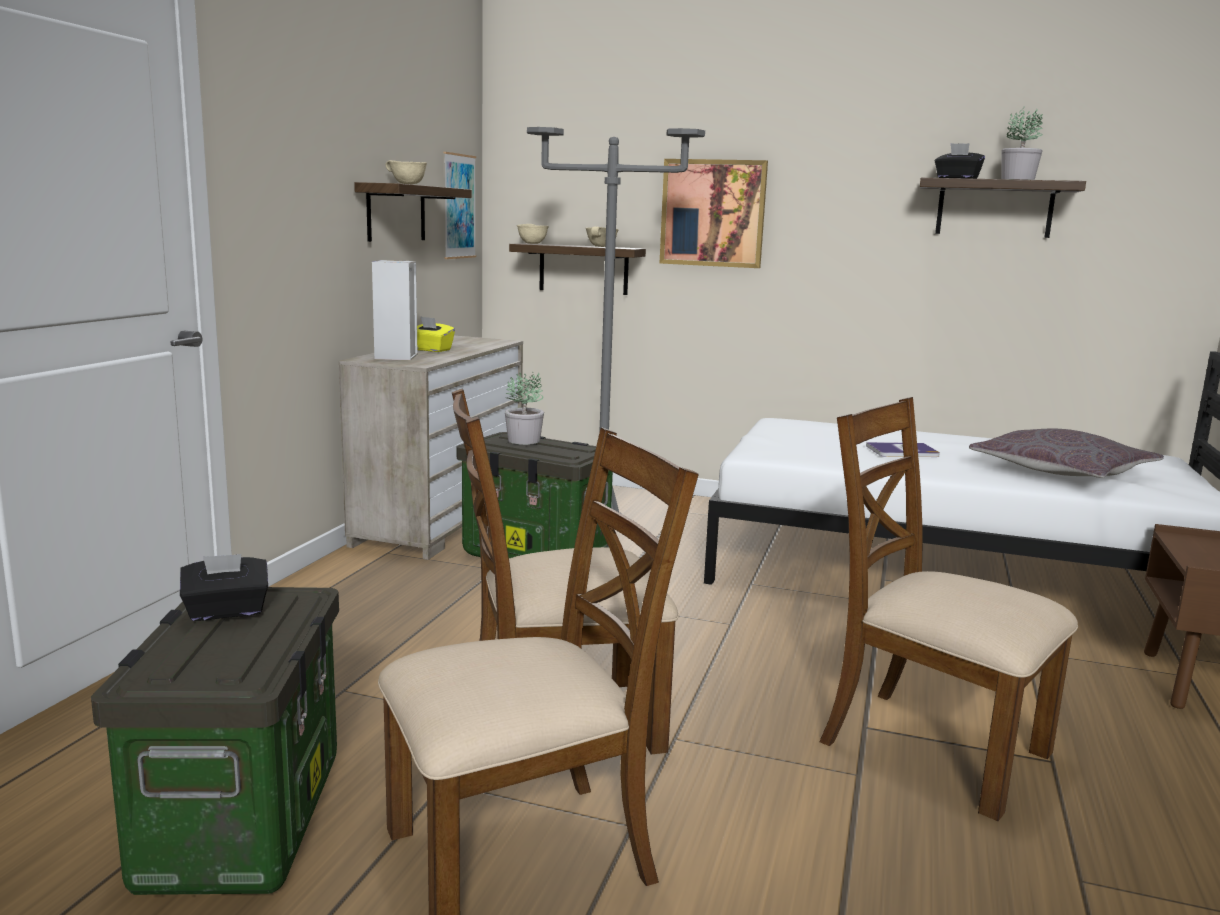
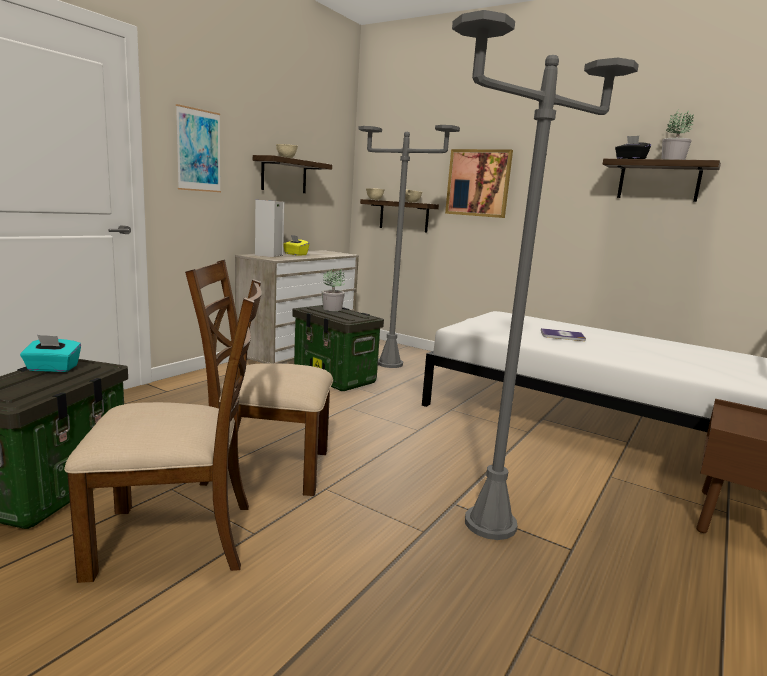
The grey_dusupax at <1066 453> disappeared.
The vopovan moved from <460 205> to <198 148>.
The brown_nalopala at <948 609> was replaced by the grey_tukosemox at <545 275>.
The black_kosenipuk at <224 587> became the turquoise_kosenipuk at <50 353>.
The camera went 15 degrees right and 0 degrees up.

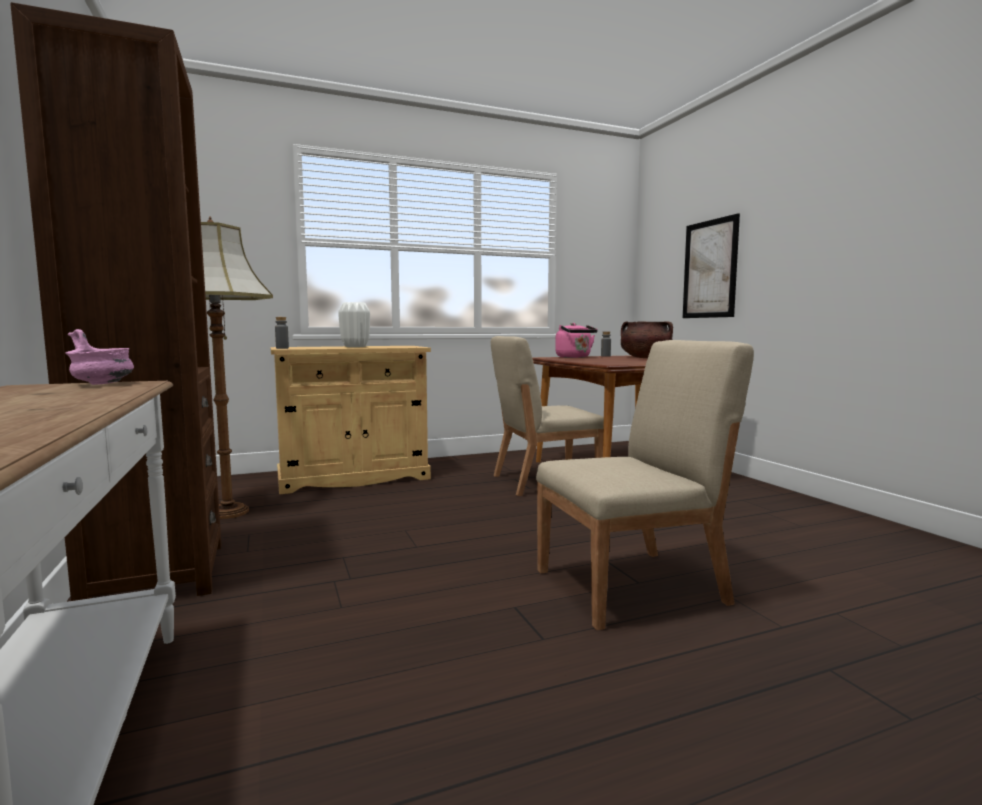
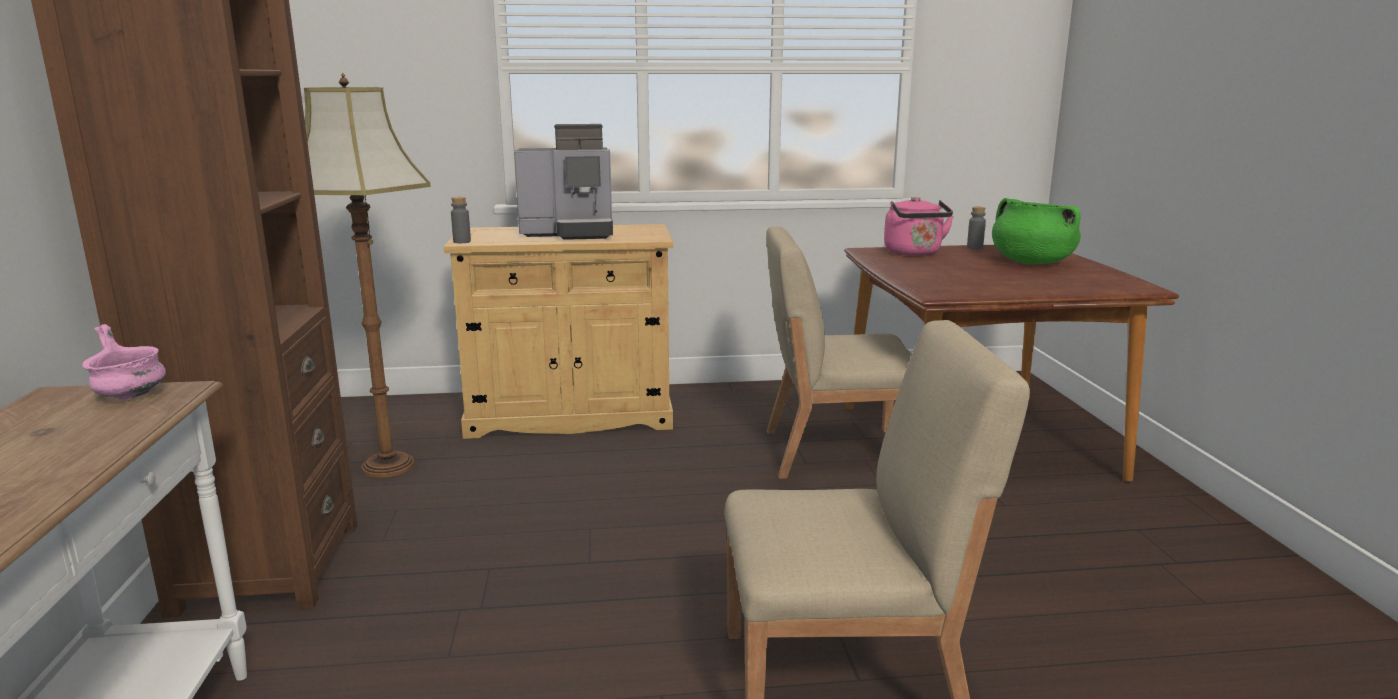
The vopovan at <711 265> disappeared.
The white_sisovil at <354 324> was replaced by the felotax at <563 182>.
The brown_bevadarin at <647 339> became the green_bevadarin at <1036 231>.
The camera went 15 degrees right and 10 degrees up.

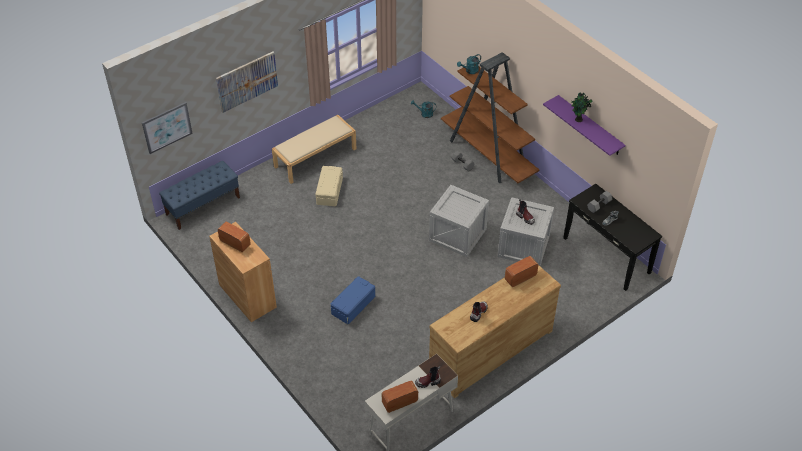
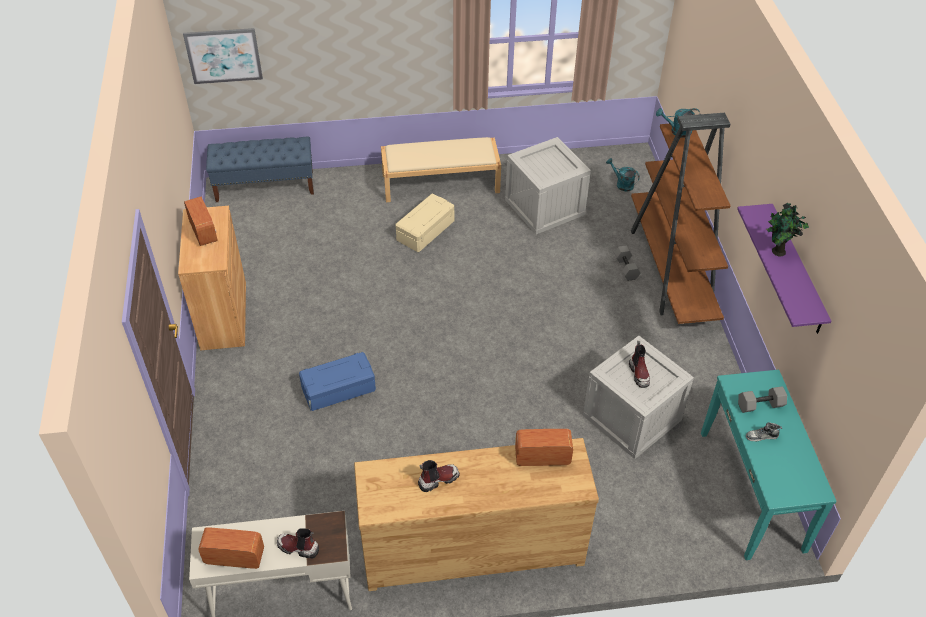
The vopovan at <247 82> disappeared.
The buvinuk moved from <459 221> to <548 185>.
The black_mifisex at <612 237> became the turquoise_mifisex at <769 465>.
The camera went 30 degrees right and 0 degrees up.

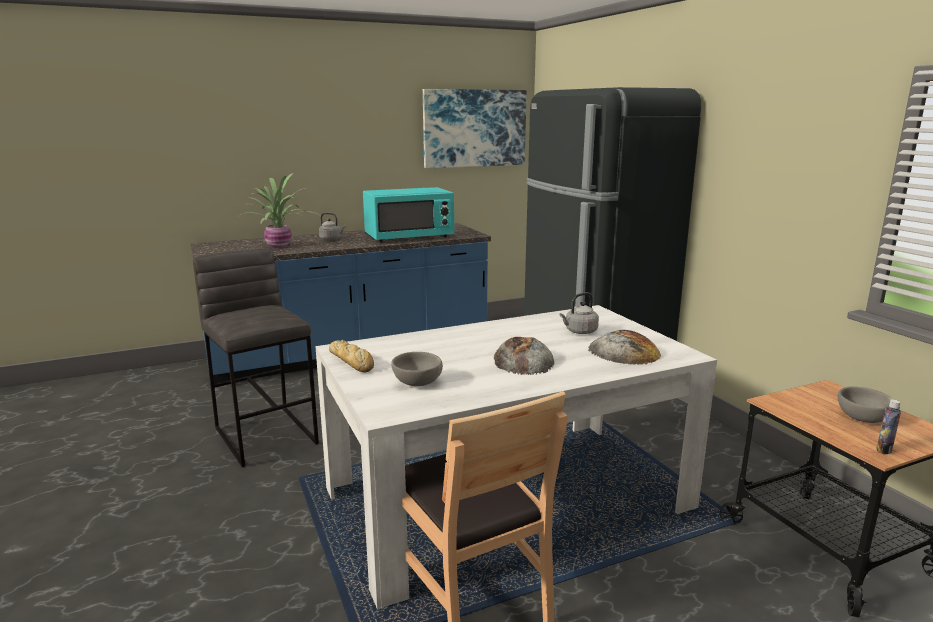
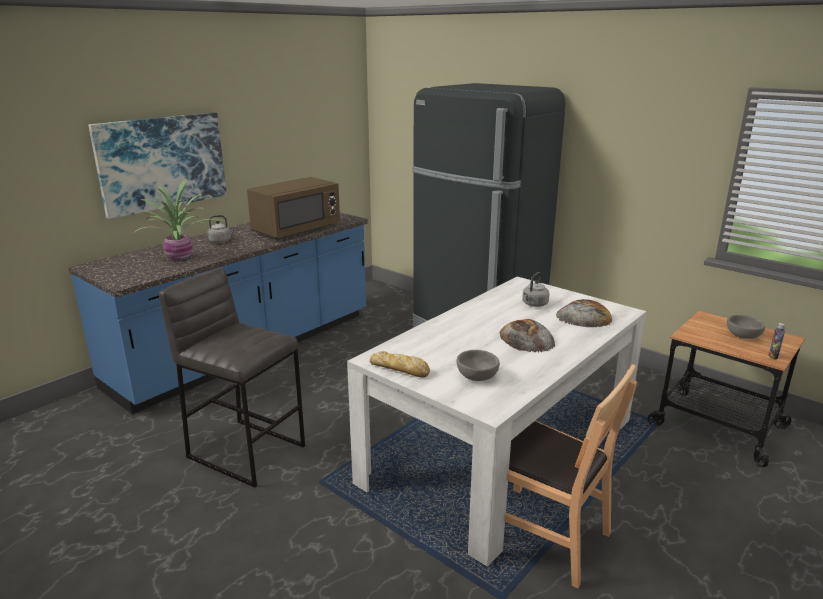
The vopovan moved from <475 128> to <157 165>.
The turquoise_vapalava at <408 214> became the brown_vapalava at <293 208>.
The camera went 25 degrees left and 5 degrees up.

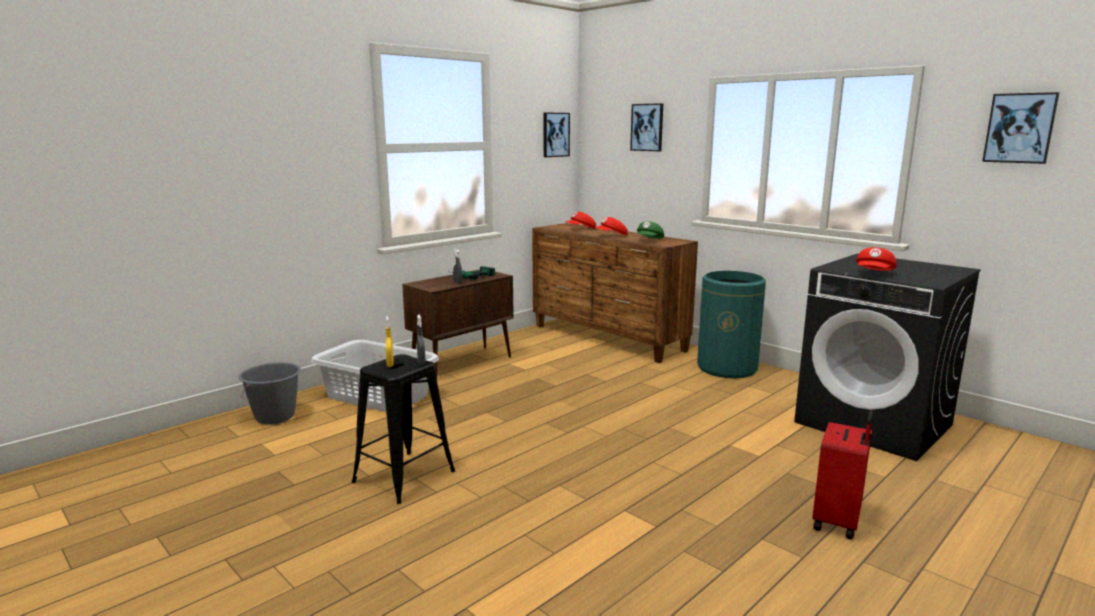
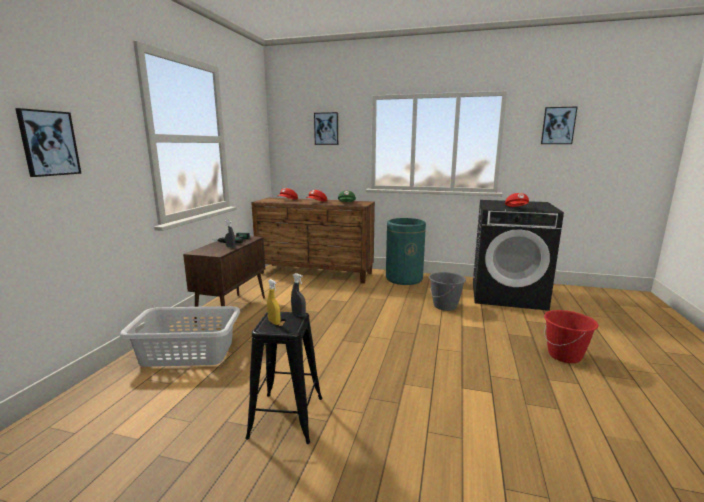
The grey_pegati moved from <269 393> to <447 291>.
The vopovan moved from <557 134> to <48 142>.
The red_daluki at <842 475> was replaced by the red_pegati at <571 336>.
The camera went 30 degrees left and 0 degrees up.

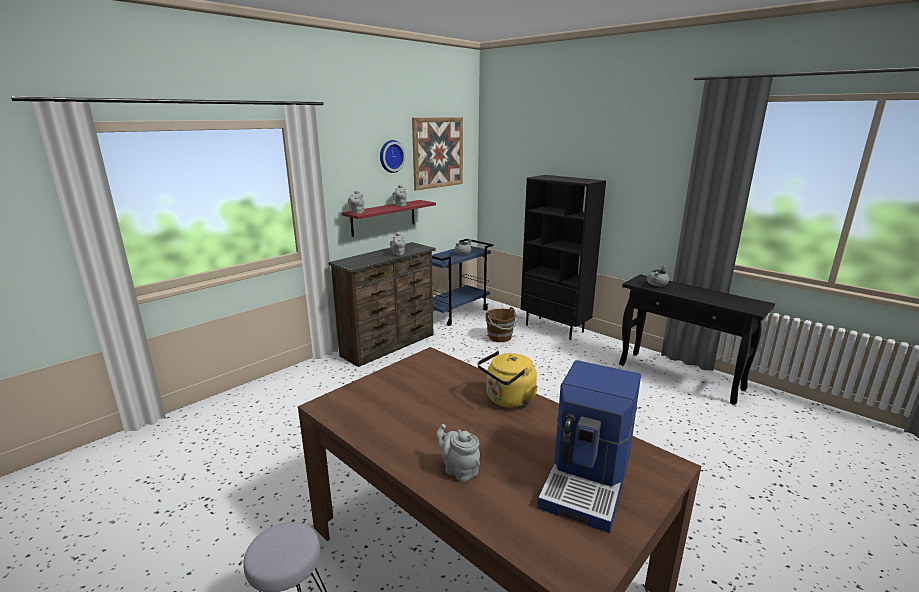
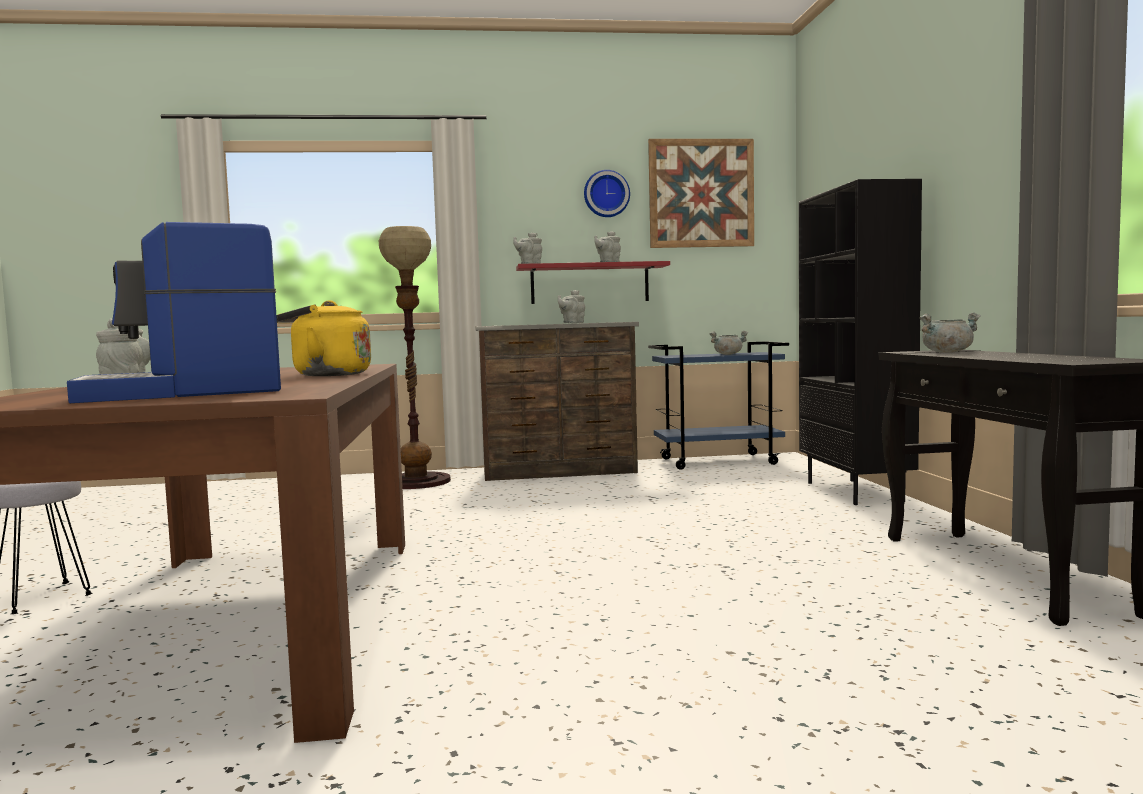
The brown_pegati at <501 324> disappeared.
The tukosemox at <415 357> appeared.
The camera went 40 degrees right and 15 degrees down.

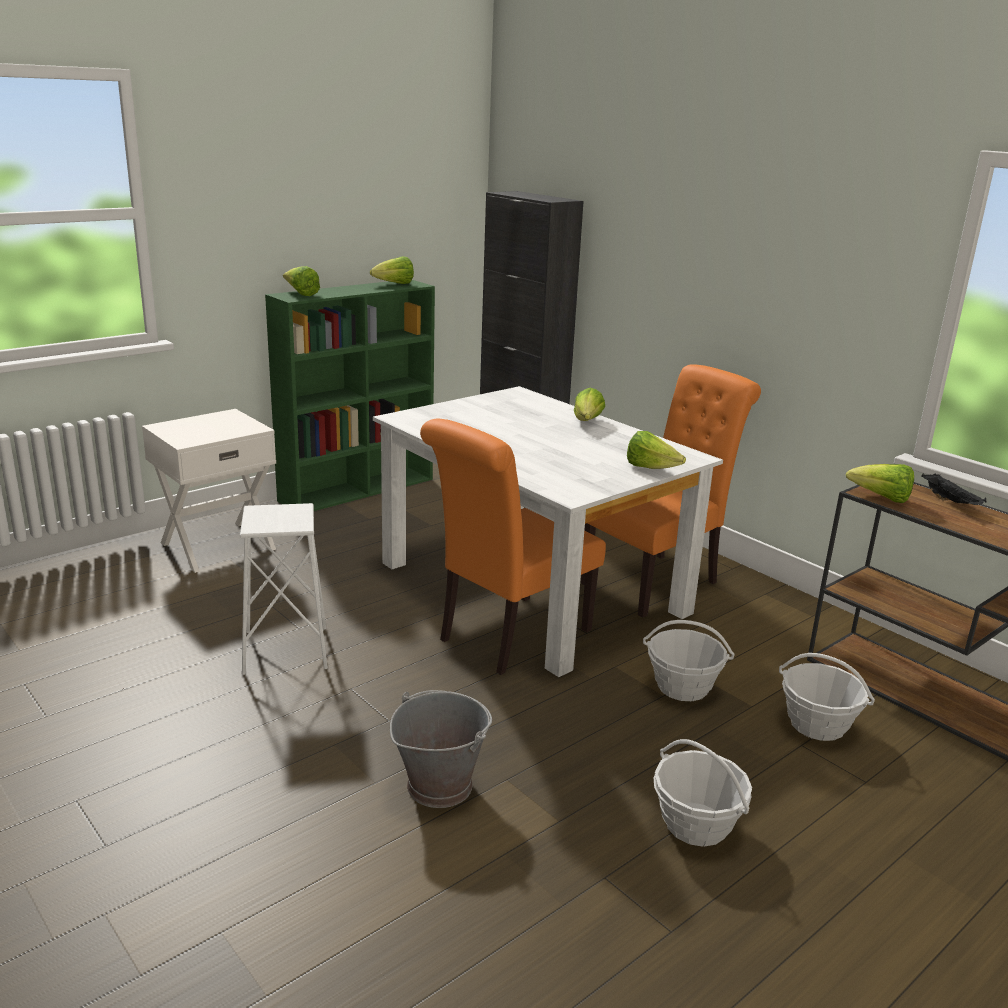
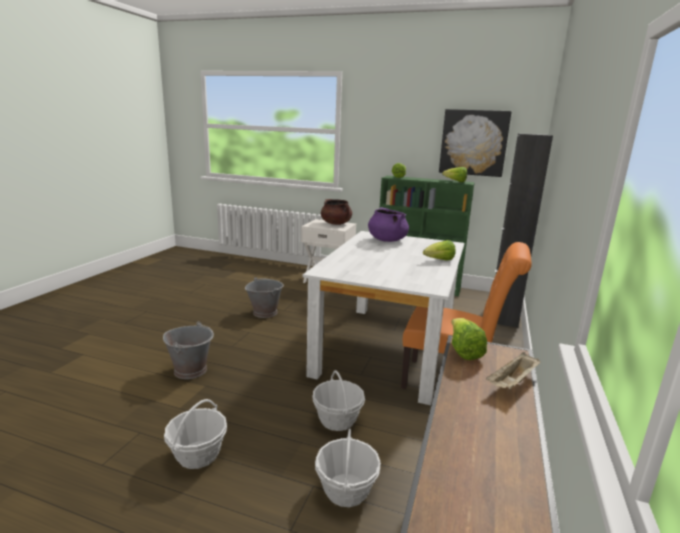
The orange_nalopala at <513 547> disappeared.
The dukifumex at <656 450> disappeared.
The brown_bevadarin at <336 212> appeared.
The purple_bevadarin at <388 224> appeared.
The vopovan at <475 143> appeared.
The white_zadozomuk at <284 589> was replaced by the grey_pegati at <264 297>.
The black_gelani at <953 489> became the beige_gelani at <513 370>.
The camera went 60 degrees right and 5 degrees down.

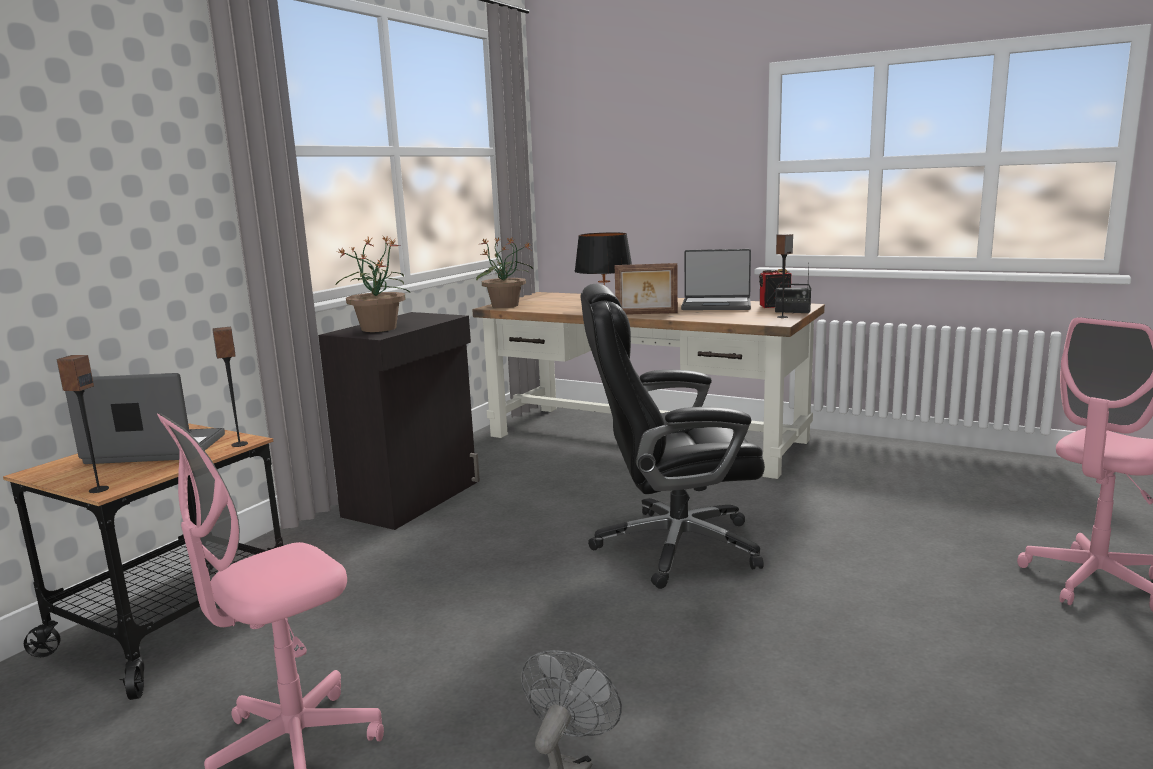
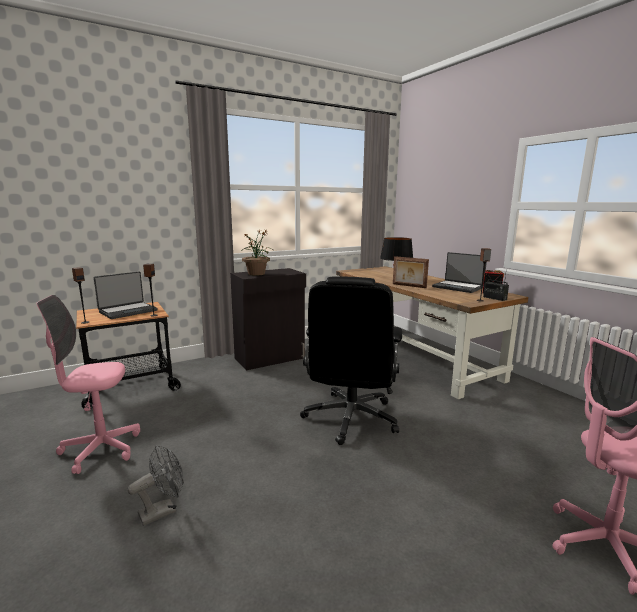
The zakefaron at <504 273> disappeared.
The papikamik at <145 418> turned 105 degrees clockwise.
The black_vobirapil at <673 436> turned 105 degrees counterclockwise.
The camera went 30 degrees right and 0 degrees up.

